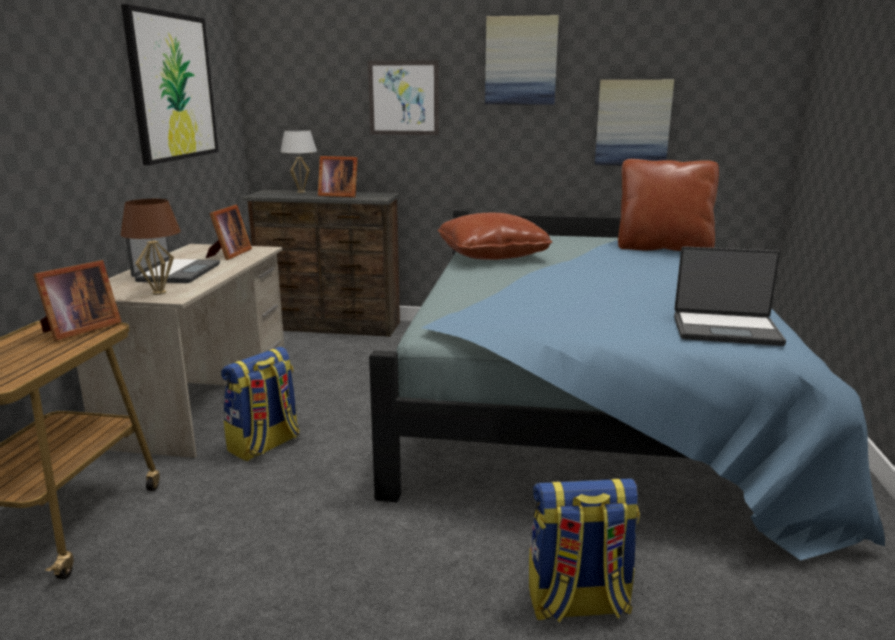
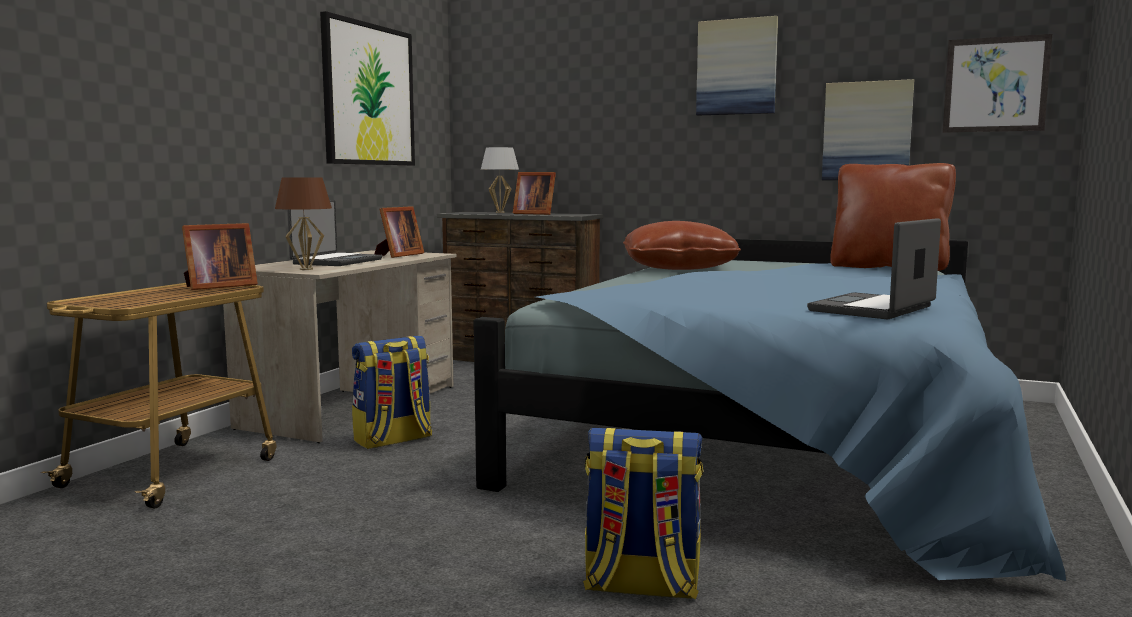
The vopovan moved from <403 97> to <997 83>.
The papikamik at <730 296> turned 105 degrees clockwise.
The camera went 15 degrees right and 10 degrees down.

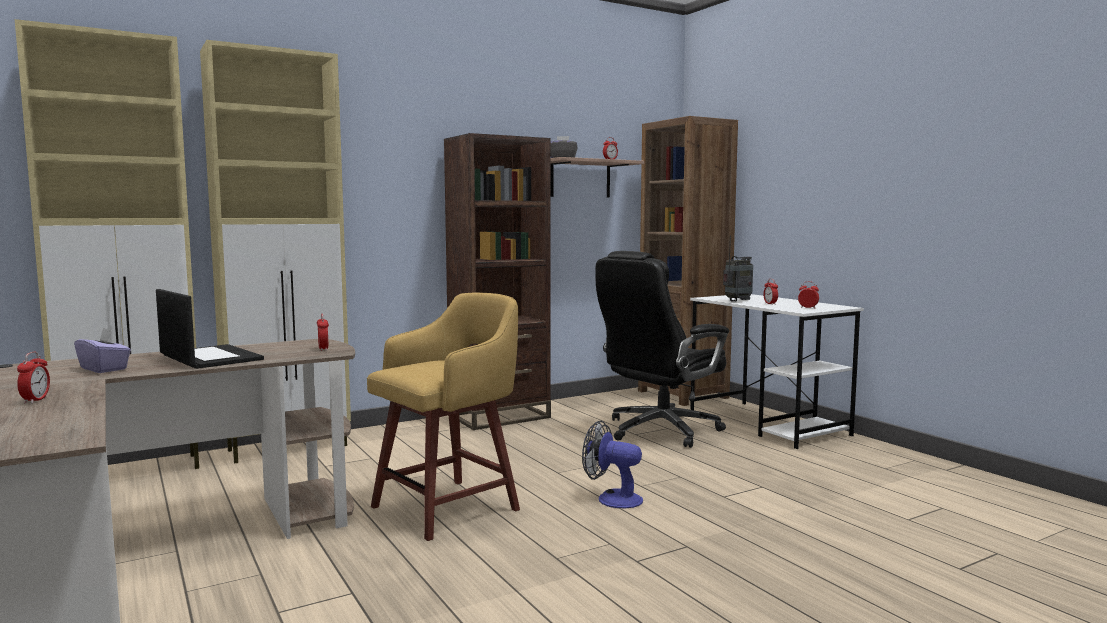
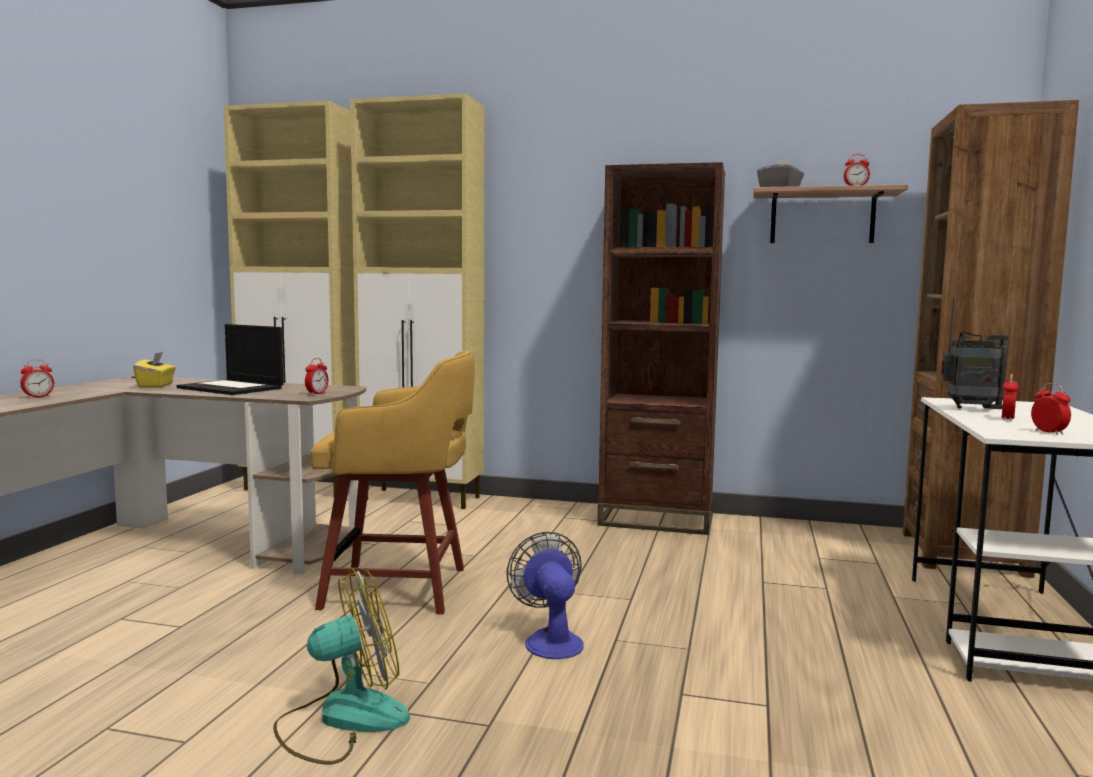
The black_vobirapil at <662 349> disappeared.
The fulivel at <341 666> appeared.
The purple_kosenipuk at <102 350> became the yellow_kosenipuk at <154 370>.
The papikamik at <210 329> turned 120 degrees clockwise.
The camera went 45 degrees right and 0 degrees up.

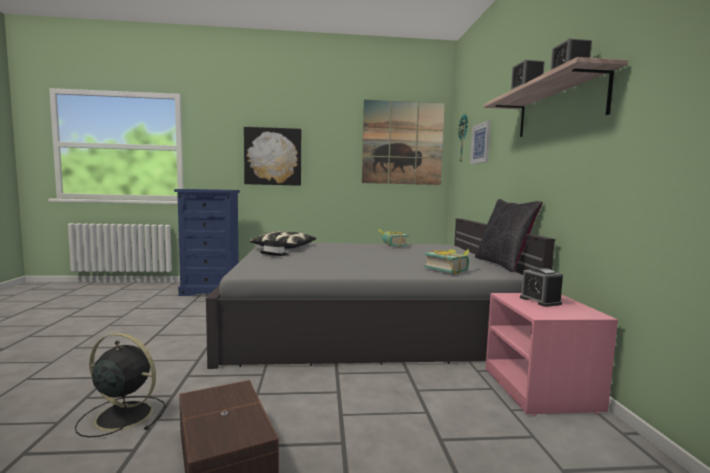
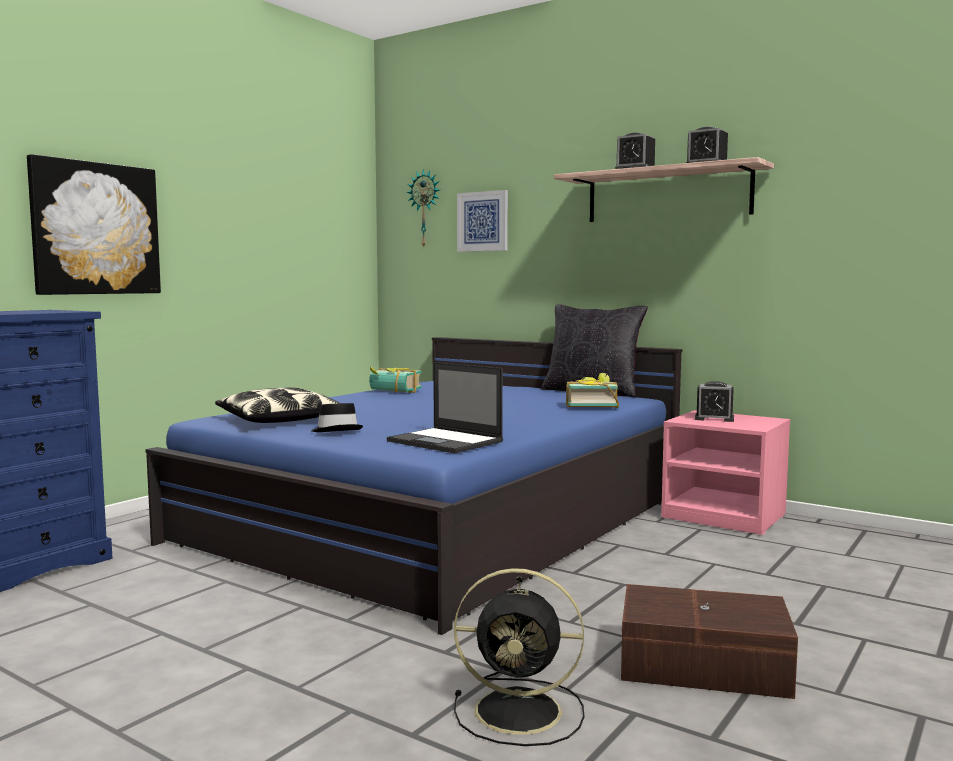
The vopovan at <403 142> disappeared.
The papikamik at <445 407> appeared.
The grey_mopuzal at <380 293> became the blue_mopuzal at <414 486>.
The black_fulivel at <120 385> turned 135 degrees counterclockwise.
The camera went 50 degrees left and 0 degrees up.

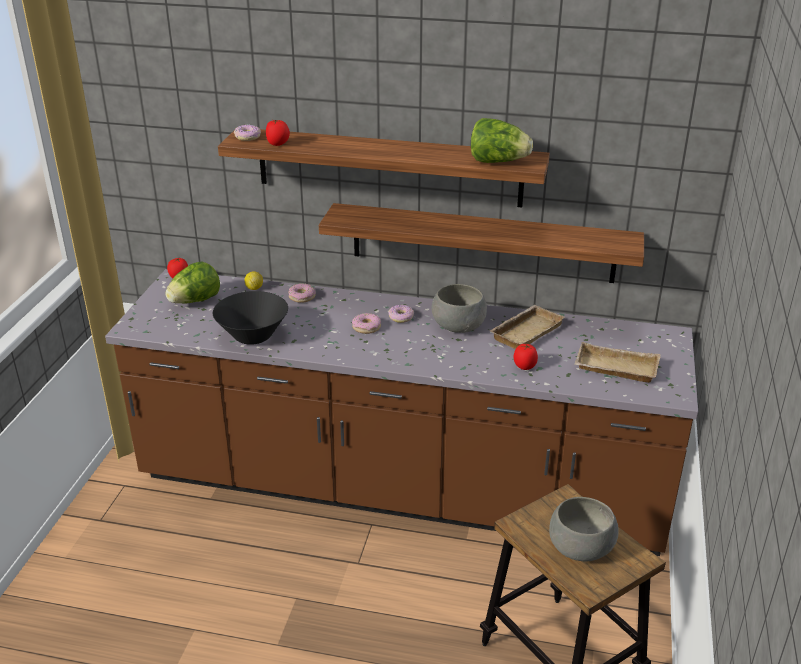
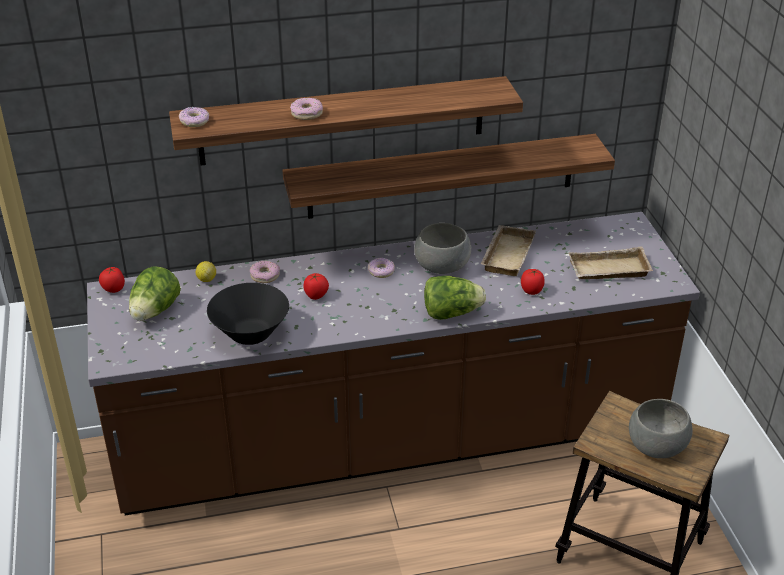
The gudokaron moved from <278 133> to <316 286>.
The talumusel moved from <366 323> to <306 109>.
The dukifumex moved from <502 140> to <455 298>.
The camera went 25 degrees left and 5 degrees up.

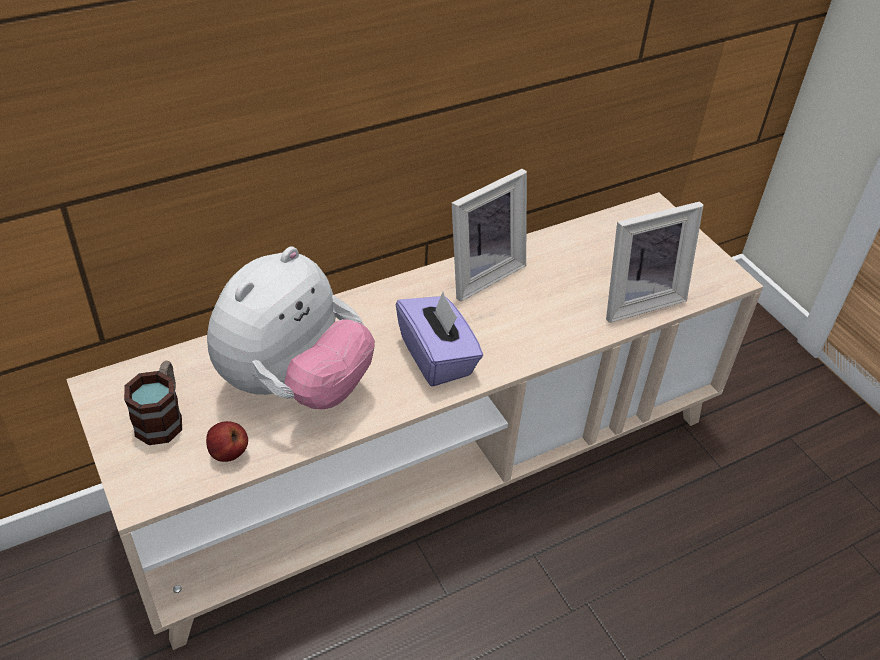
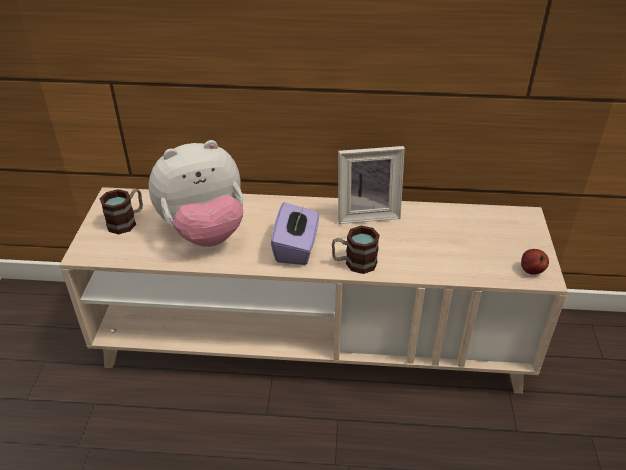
The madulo at <654 262> disappeared.
The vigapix at <356 250> appeared.
The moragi moved from <227 441> to <535 262>.
The camera went 35 degrees right and 5 degrees down.

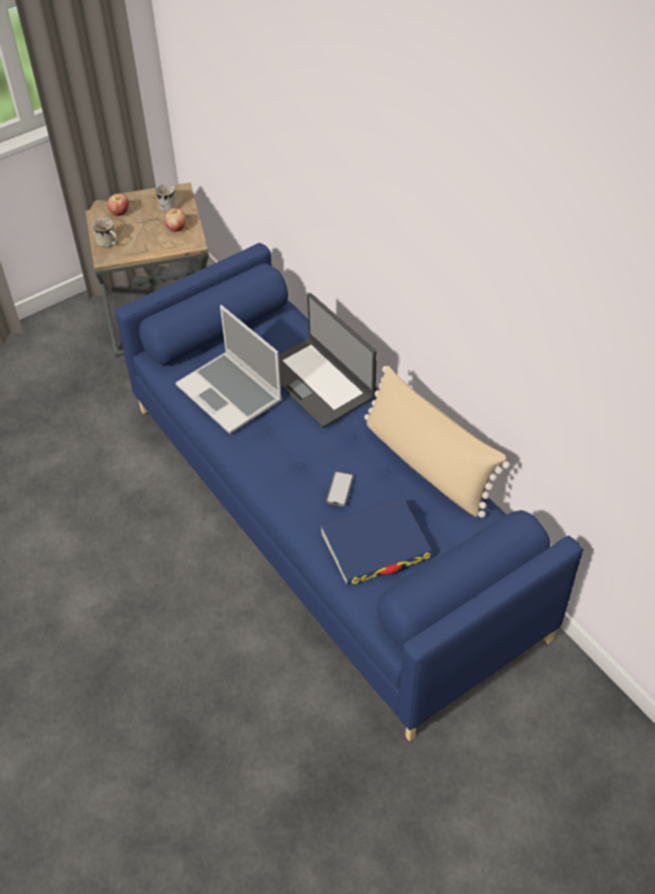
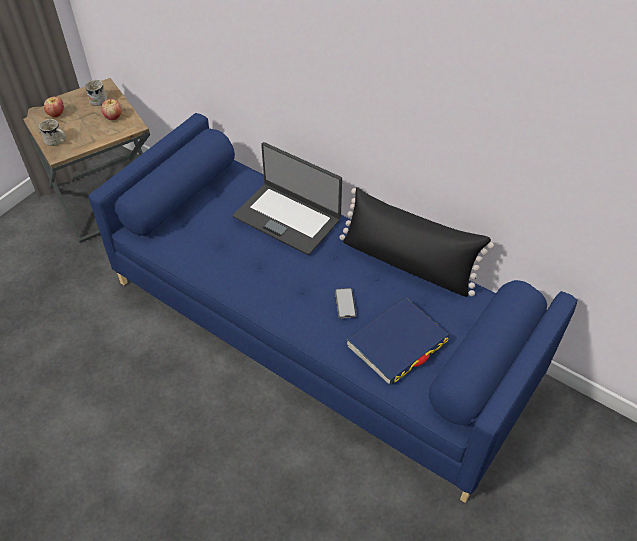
The papikamik at <229 369> disappeared.
The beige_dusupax at <437 442> became the black_dusupax at <416 242>.
The camera went 20 degrees left and 0 degrees up.

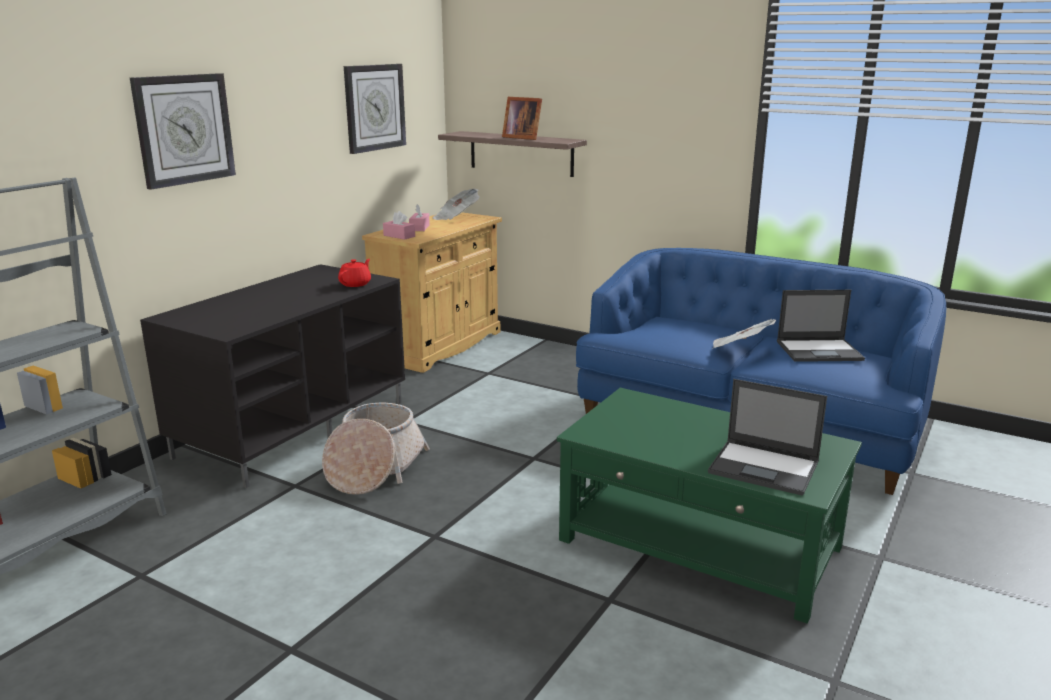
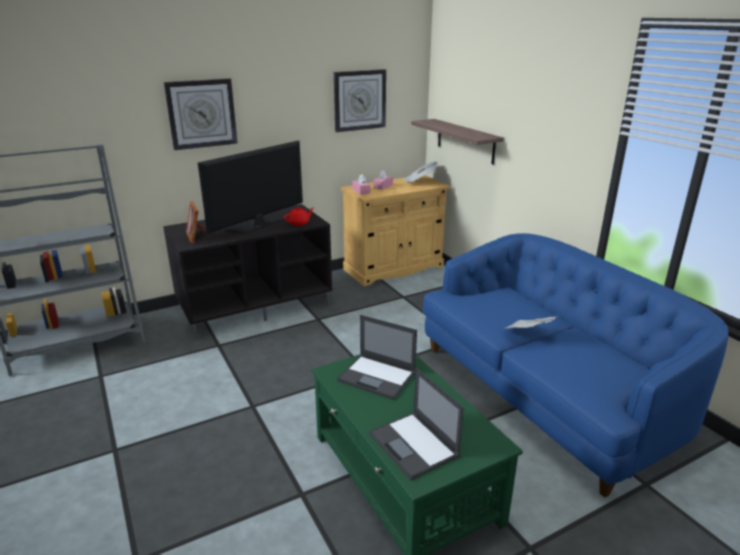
The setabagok at <376 449> disappeared.
The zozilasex at <250 187> appeared.
The madulo moved from <522 118> to <196 222>.
The papikamik moved from <821 326> to <377 357>.
The camera went 30 degrees right and 5 degrees up.

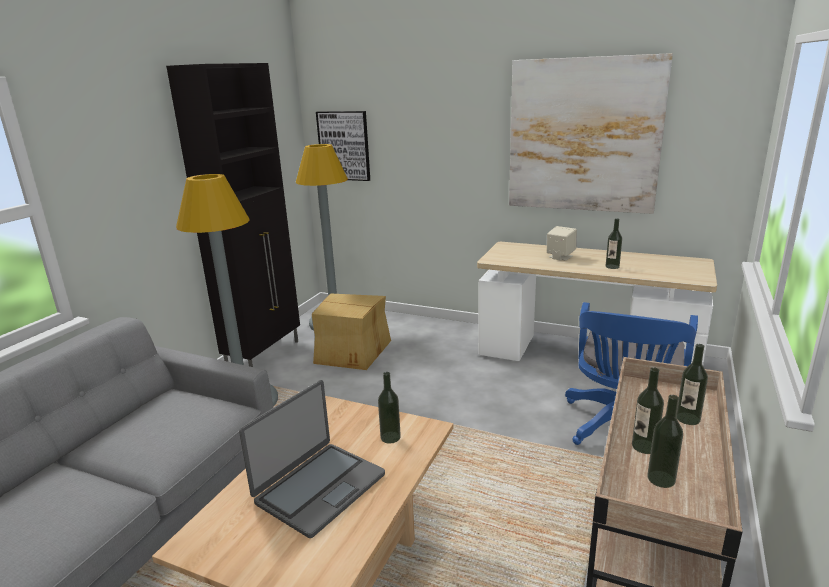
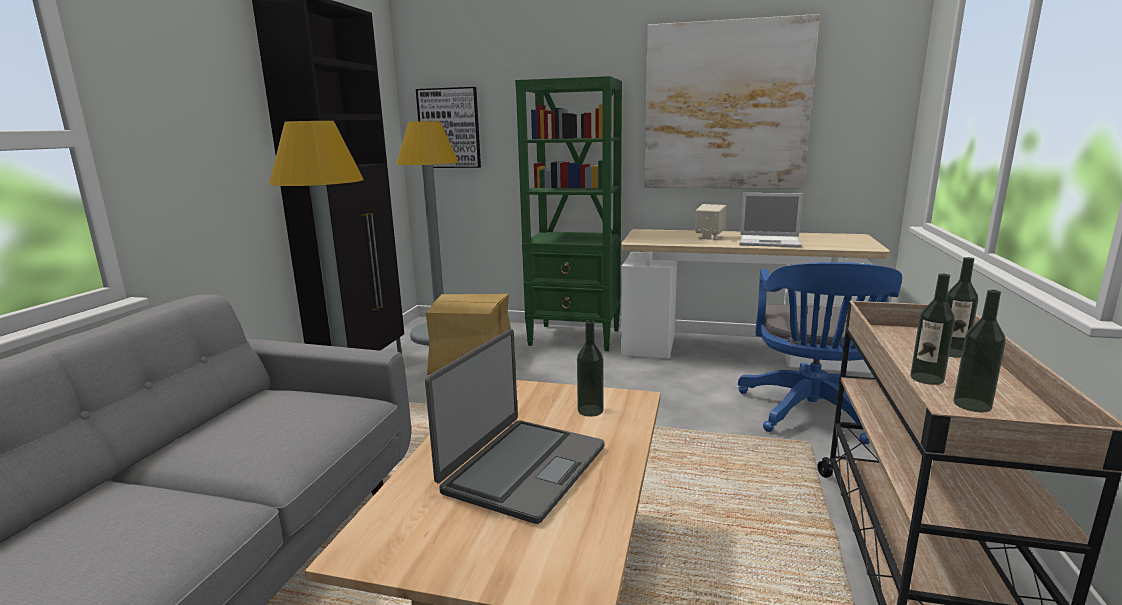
The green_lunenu at <568 213> appeared.
The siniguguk at <614 243> was replaced by the papikamik at <771 220>.
The camera went 10 degrees left and 5 degrees down.

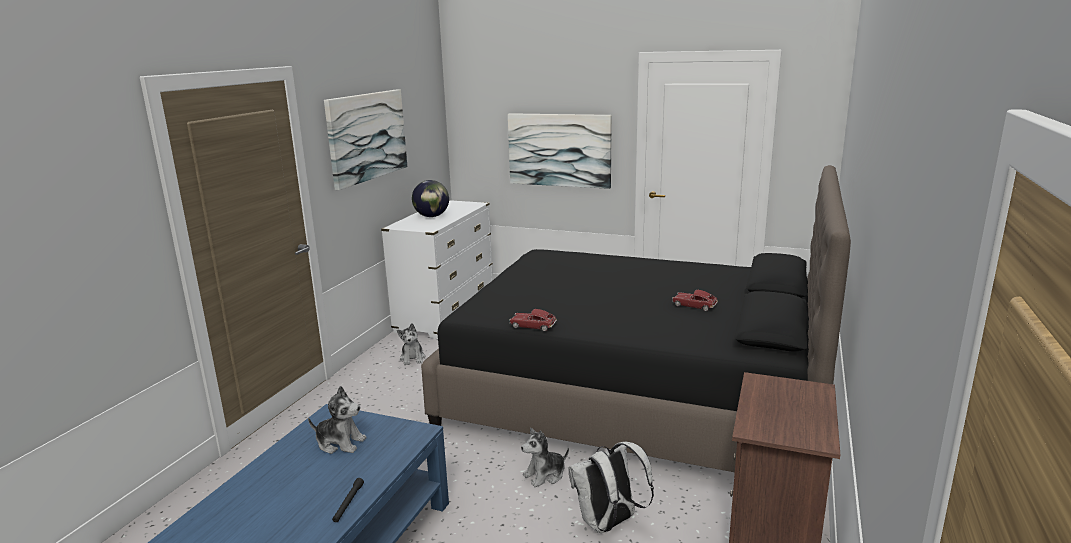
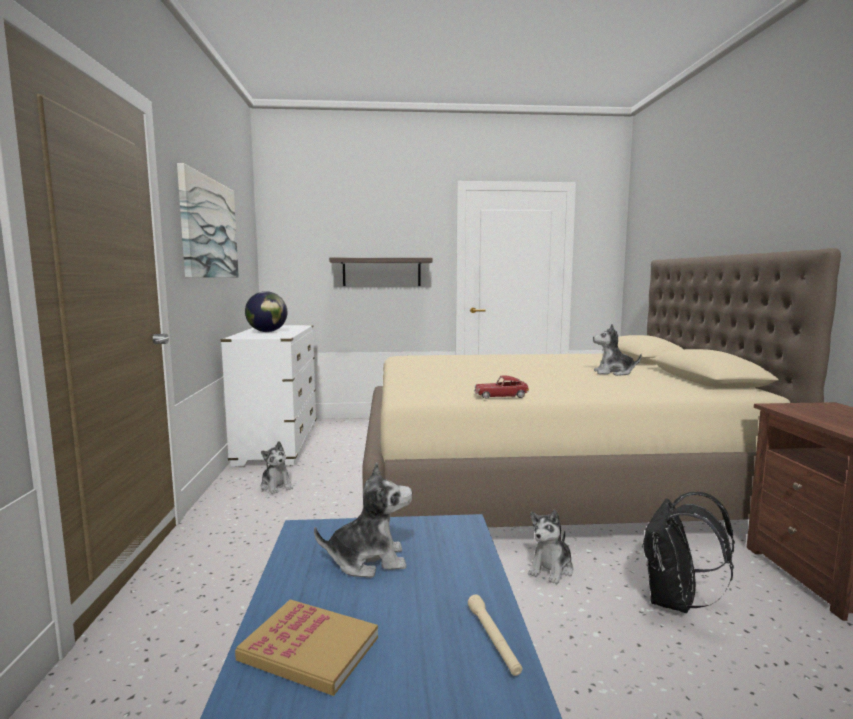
The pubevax at <306 647> appeared.
The vopovan at <560 151> was replaced by the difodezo at <380 272>.
The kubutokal at <695 300> was replaced by the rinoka at <617 350>.
The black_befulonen at <348 500> became the beige_befulonen at <495 635>.
The black_mopuzal at <636 318> became the beige_mopuzal at <601 387>.
The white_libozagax at <611 487> became the black_libozagax at <688 552>.
The camera went 25 degrees left and 10 degrees down.

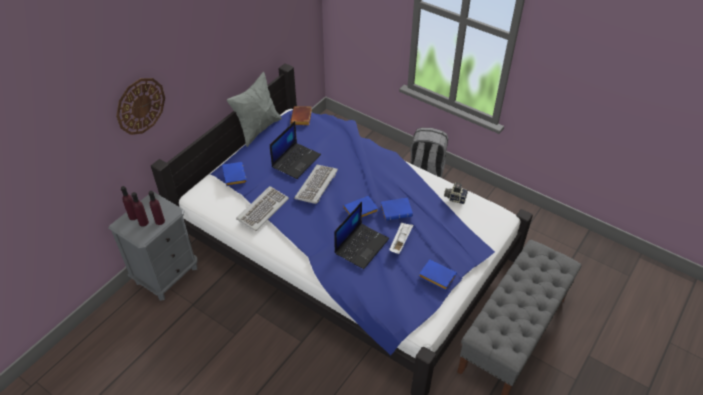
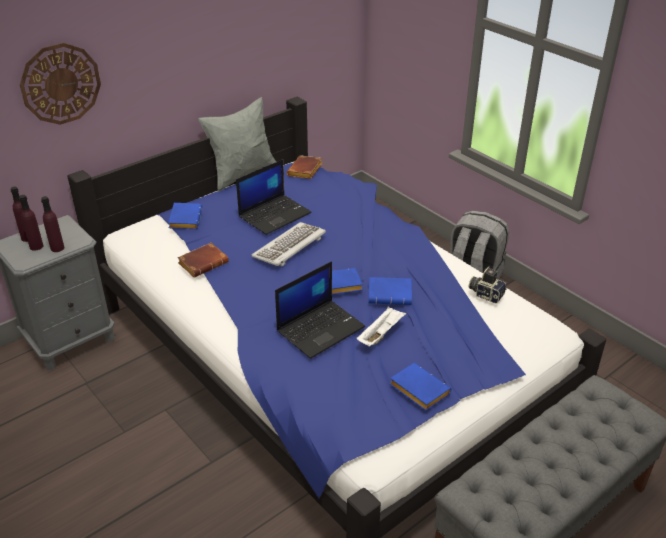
The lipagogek at <262 208> was replaced by the brown_pubevax at <203 260>.
The camera went 15 degrees right and 10 degrees down.

